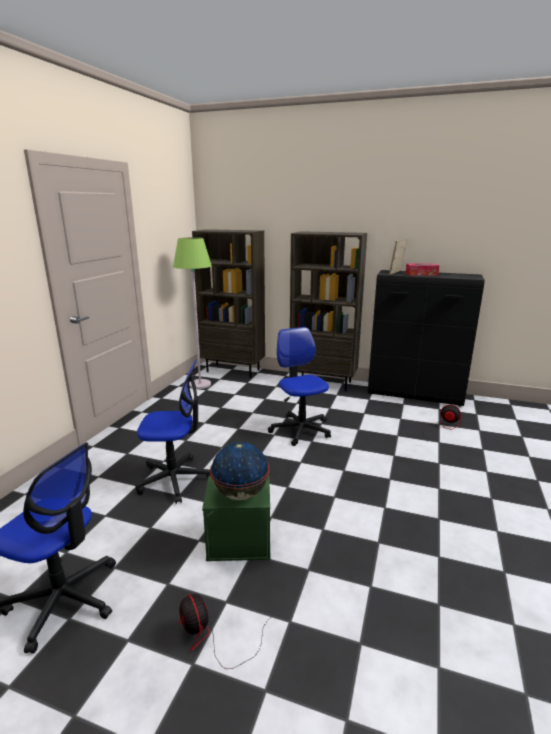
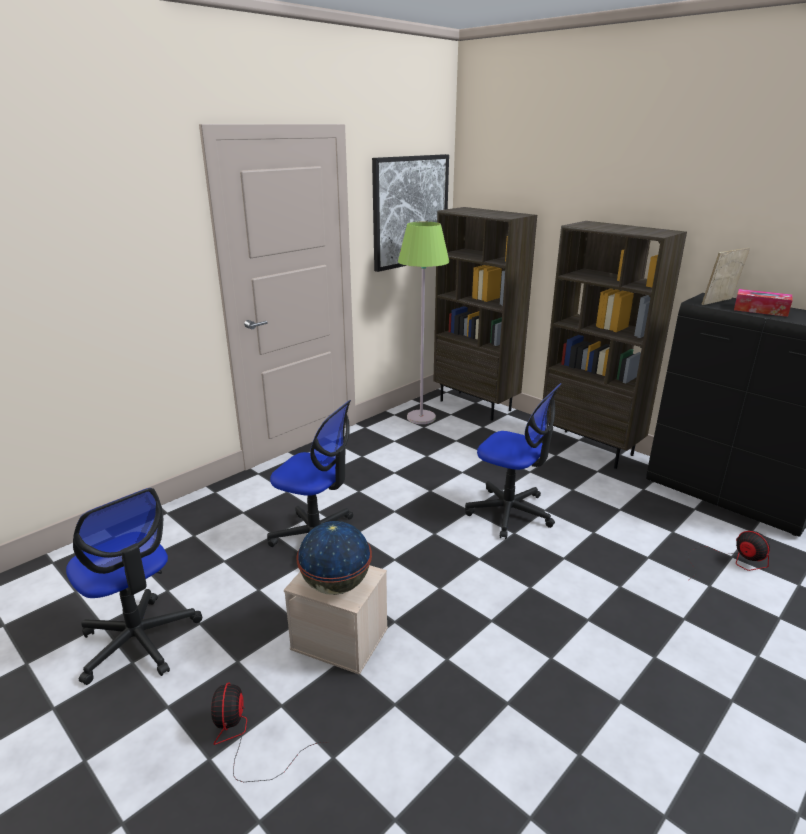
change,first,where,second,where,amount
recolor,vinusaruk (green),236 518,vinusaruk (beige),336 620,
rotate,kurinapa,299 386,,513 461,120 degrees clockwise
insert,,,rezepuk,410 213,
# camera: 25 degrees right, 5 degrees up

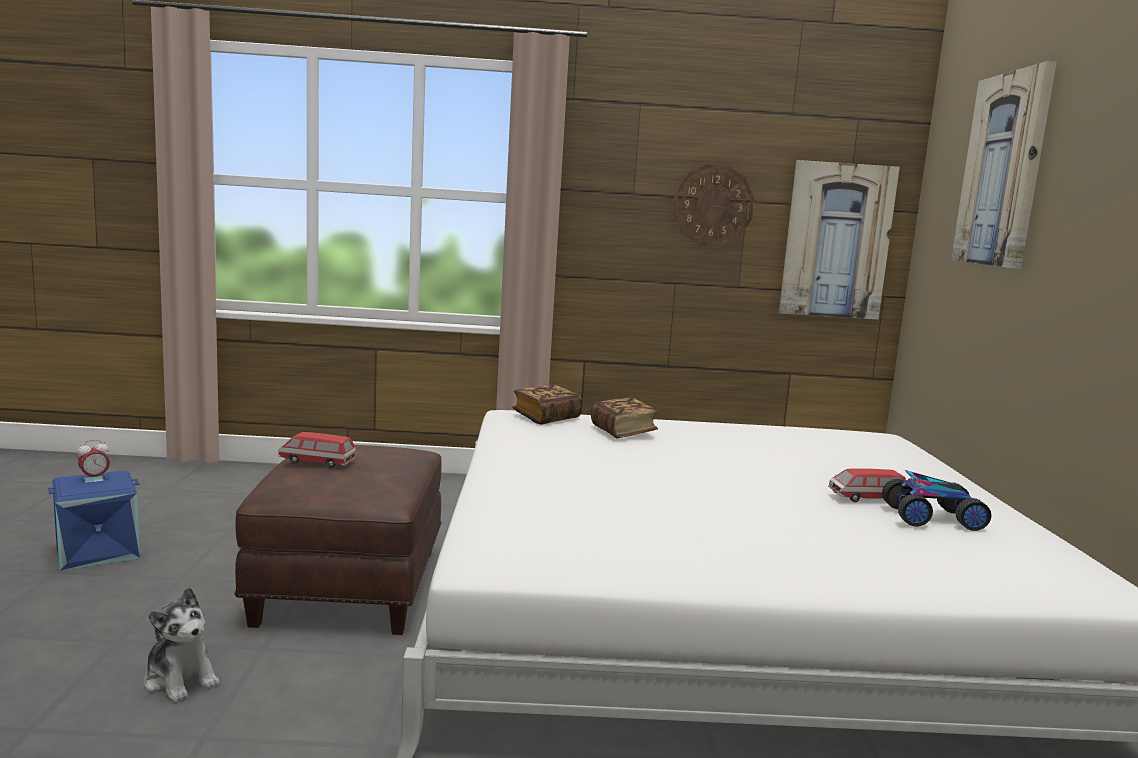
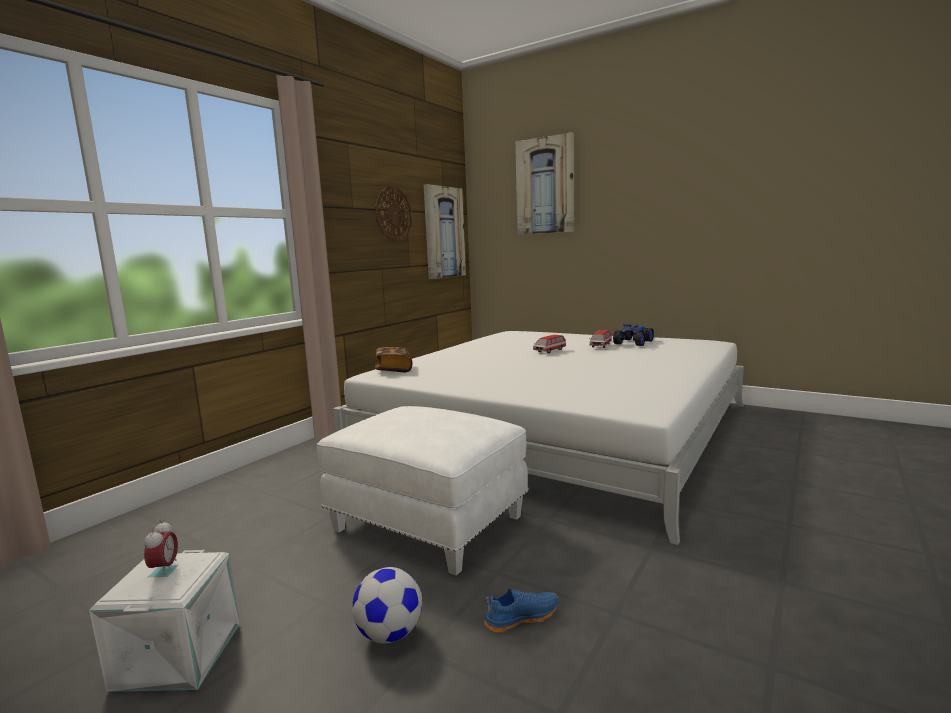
change,first,where,second,where,amount
recolor,vinusaruk (blue),94 521,vinusaruk (white),164 621,
replace,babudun,182 644,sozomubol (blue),521 610,
recolor,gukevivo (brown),338 540,gukevivo (white),423 491,
move,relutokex,317 450,,549 344,
delete,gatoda,624 417,,,
insert,,,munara,387 605,
# camera: 55 degrees left, 0 degrees up

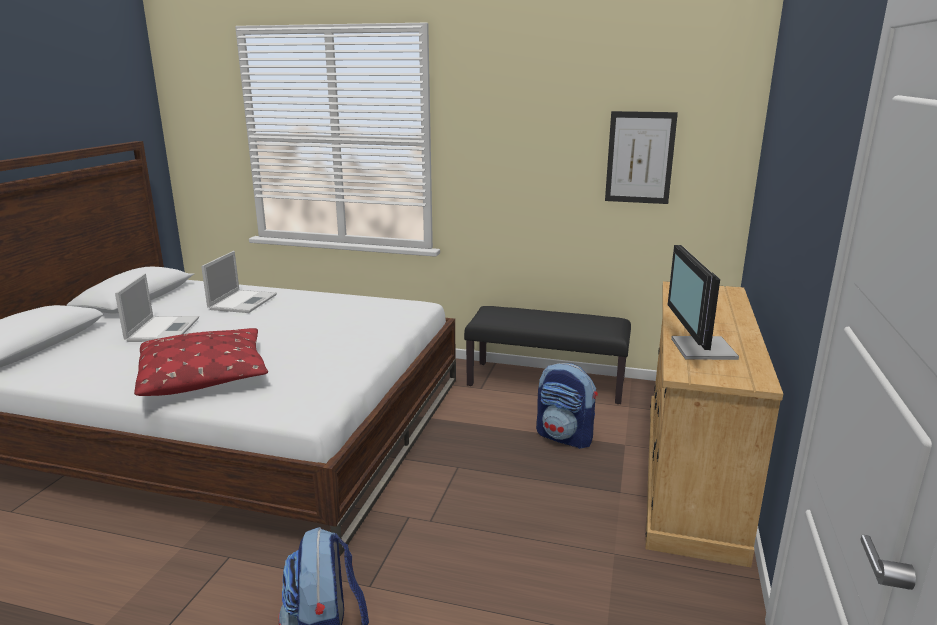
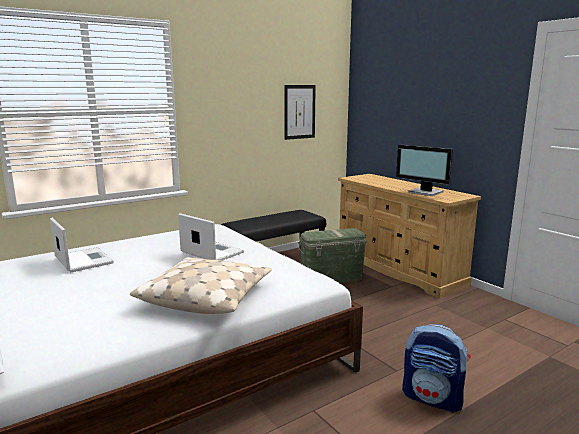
change,first,where,second,where,amount
move,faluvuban,157 307,,211 237,
recolor,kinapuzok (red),201 362,kinapuzok (beige),201 285,
replace,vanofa,567 406,vinusaruk (green),332 255,
# camera: 50 degrees left, 5 degrees down

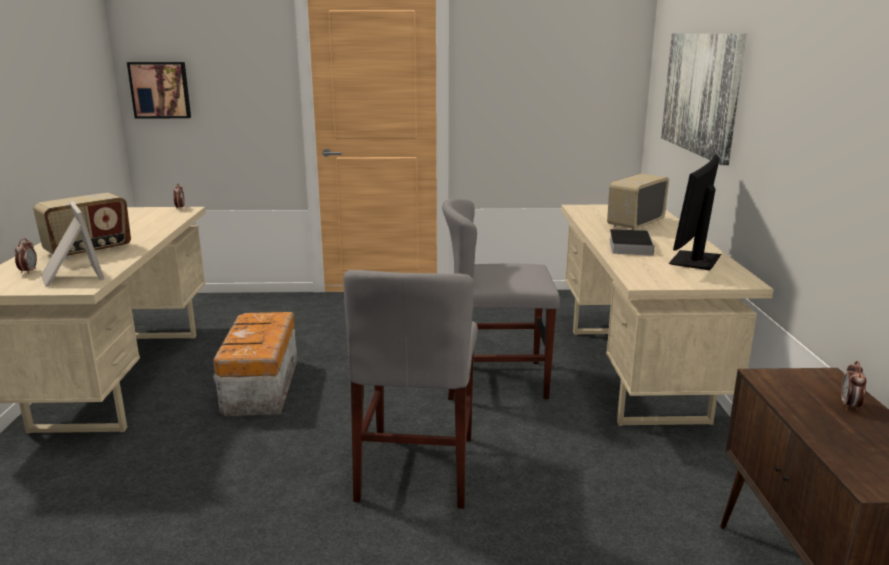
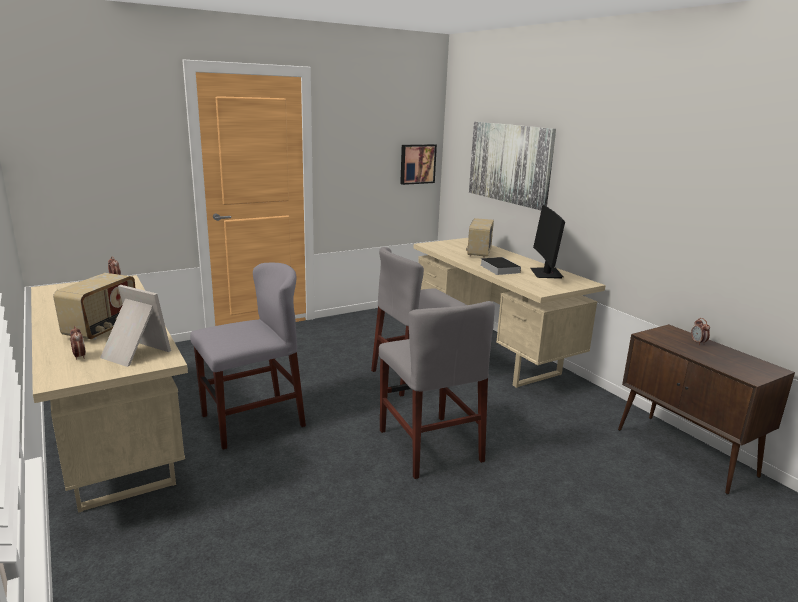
change,first,where,second,where,amount
move,rezepuk,159 90,,418 164,
replace,vinusaruk,255 364,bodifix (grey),248 356,
# camera: 30 degrees left, 0 degrees up

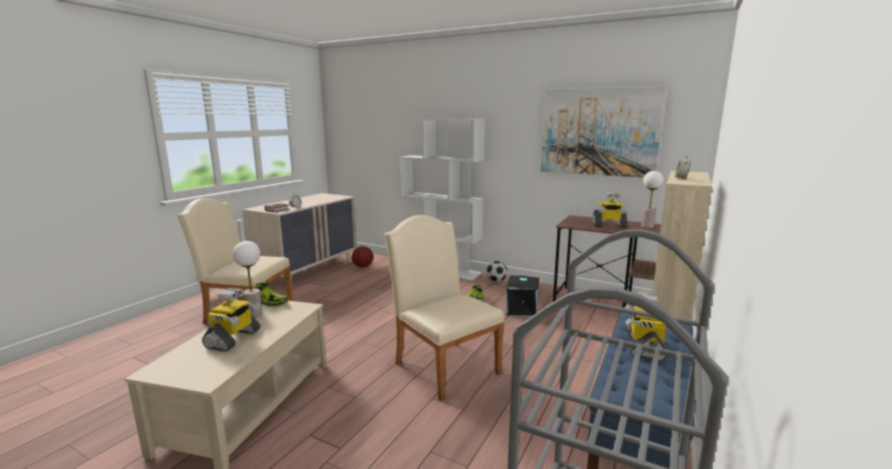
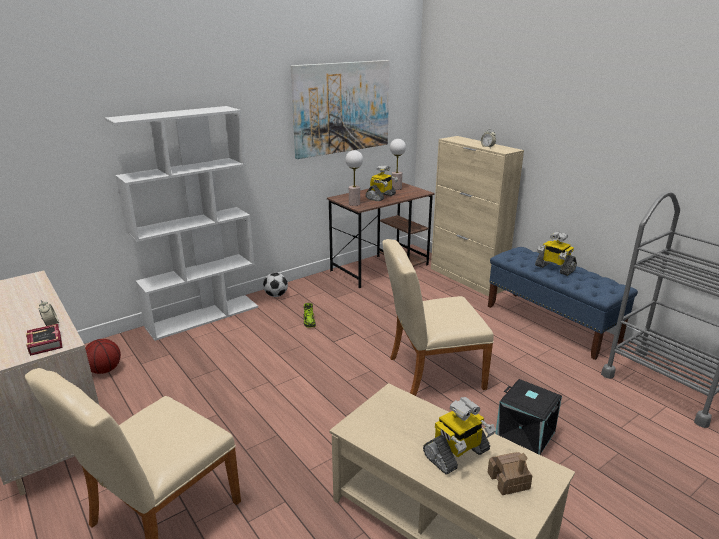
change,first,where,second,where,amount
rotate,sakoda,231 320,,459 435,105 degrees clockwise
move,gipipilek,248 279,,354 178,
delete,sozomubol,271 294,,,
move,vinusaruk (black),522 296,,528 417,
insert,,,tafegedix,510 473,
# camera: 65 degrees left, 10 degrees up

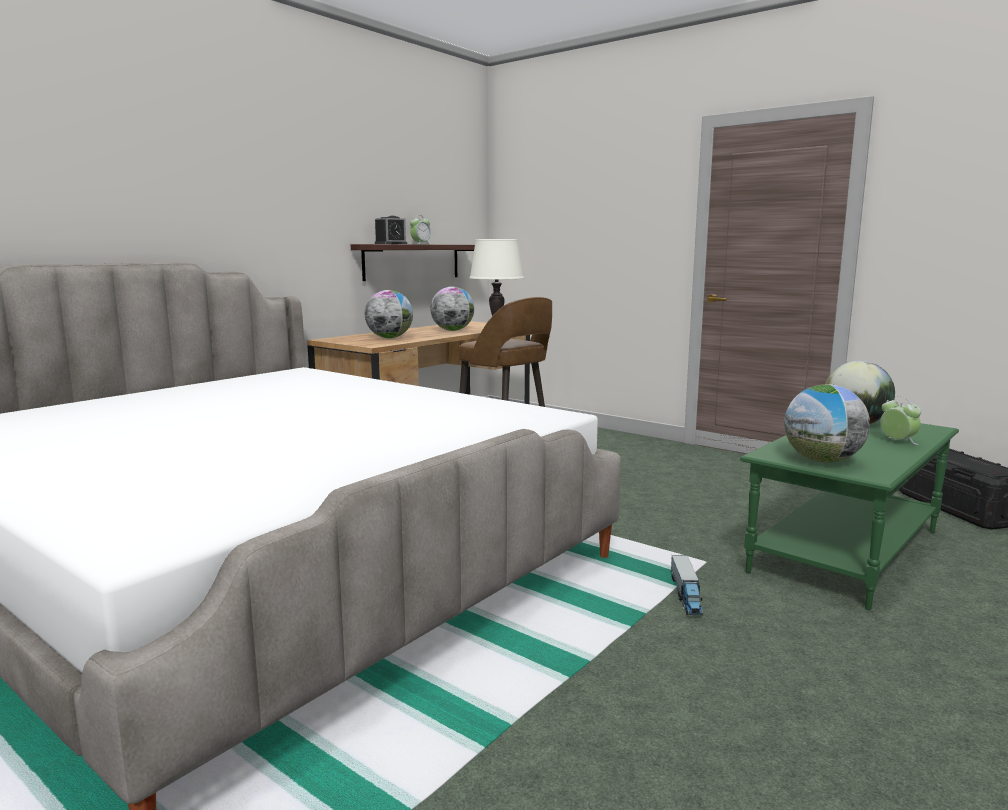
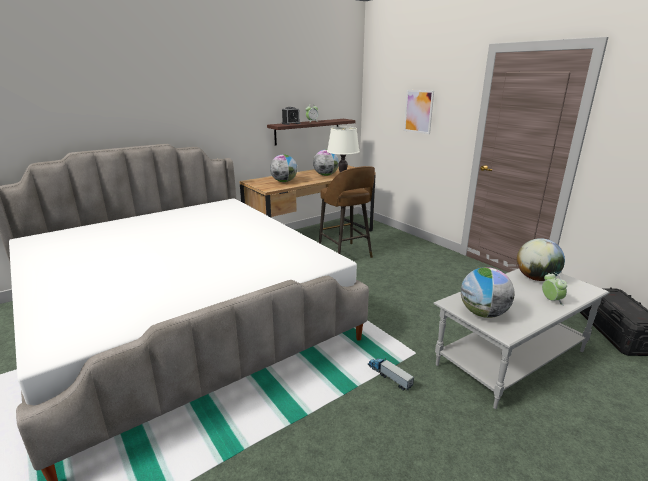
change,first,where,second,where,amount
rotate,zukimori,687 585,,390 374,120 degrees clockwise
recolor,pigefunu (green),849 514,pigefunu (grey),522 339,
insert,,,rezepuk,419 112,
# camera: 15 degrees right, 10 degrees up

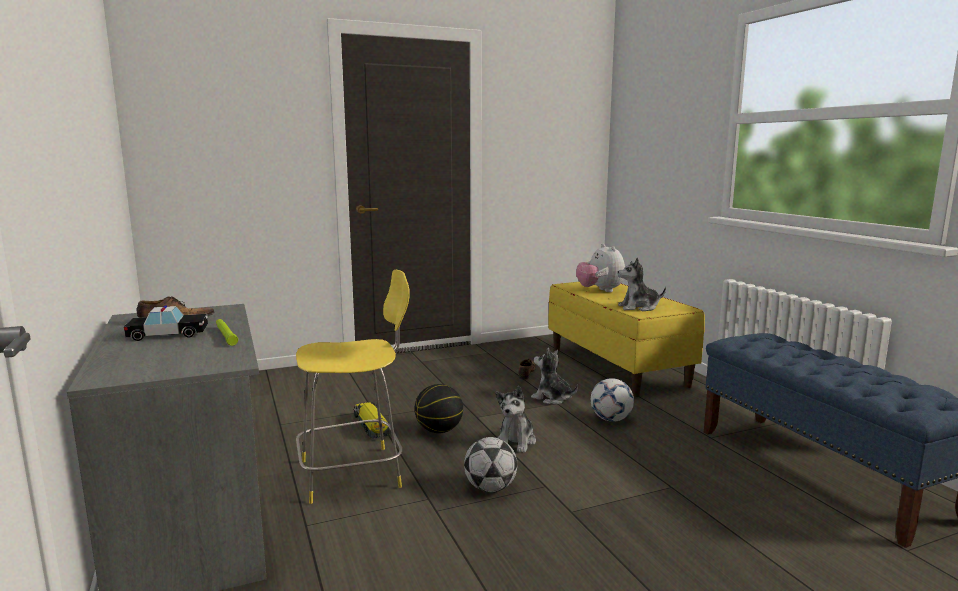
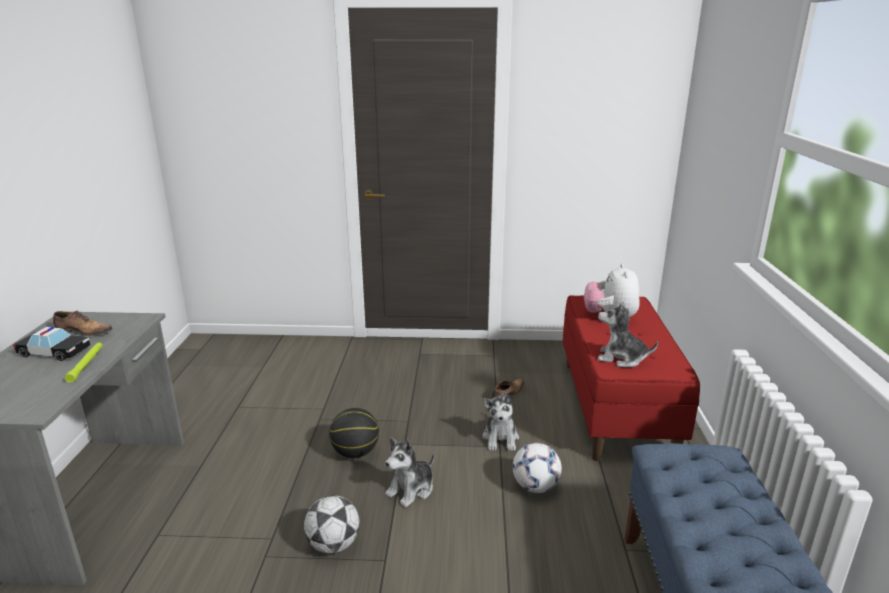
change,first,where,second,where,amount
delete,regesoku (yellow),353 387,,,
delete,zukimori,371 420,,,
rotate,babudun,554 376,,501 421,150 degrees counterclockwise
recolor,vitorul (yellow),626 339,vitorul (red),631 378,
# camera: 25 degrees right, 10 degrees up

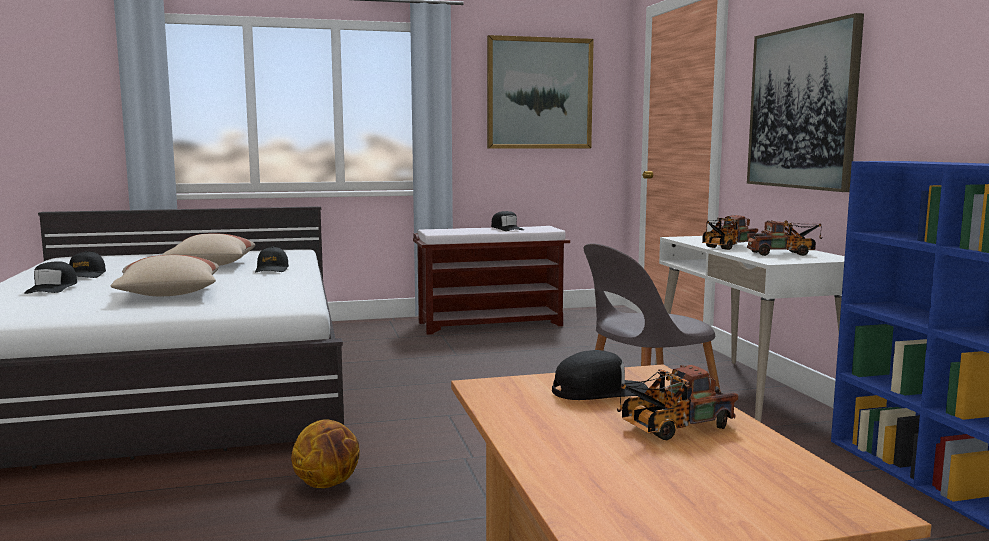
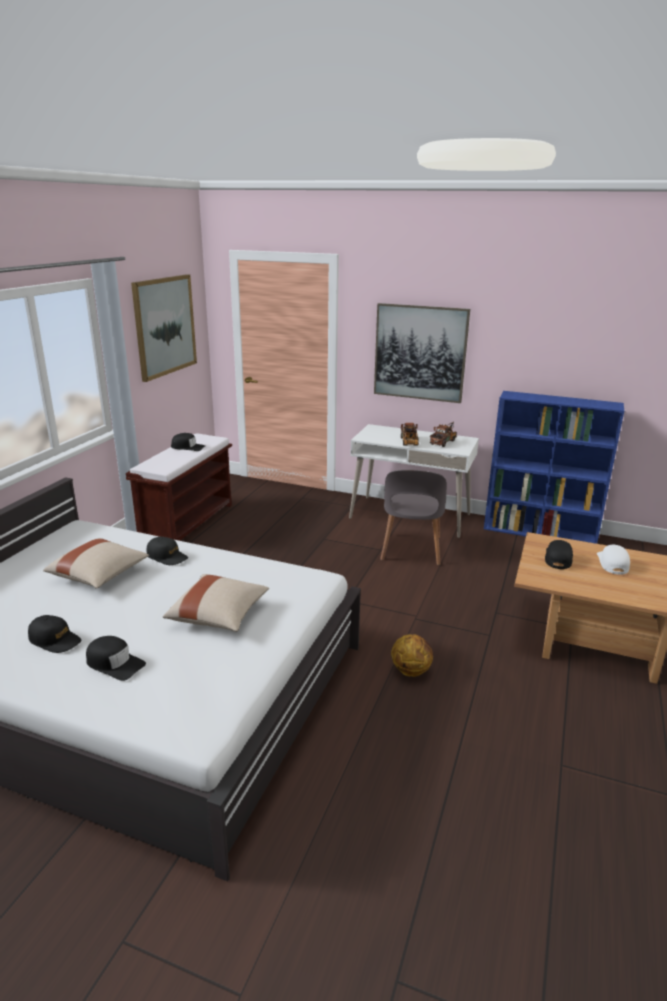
change,first,where,second,where,amount
replace,zukimori,677 402,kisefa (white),613 560,
# camera: 55 degrees left, 15 degrees up

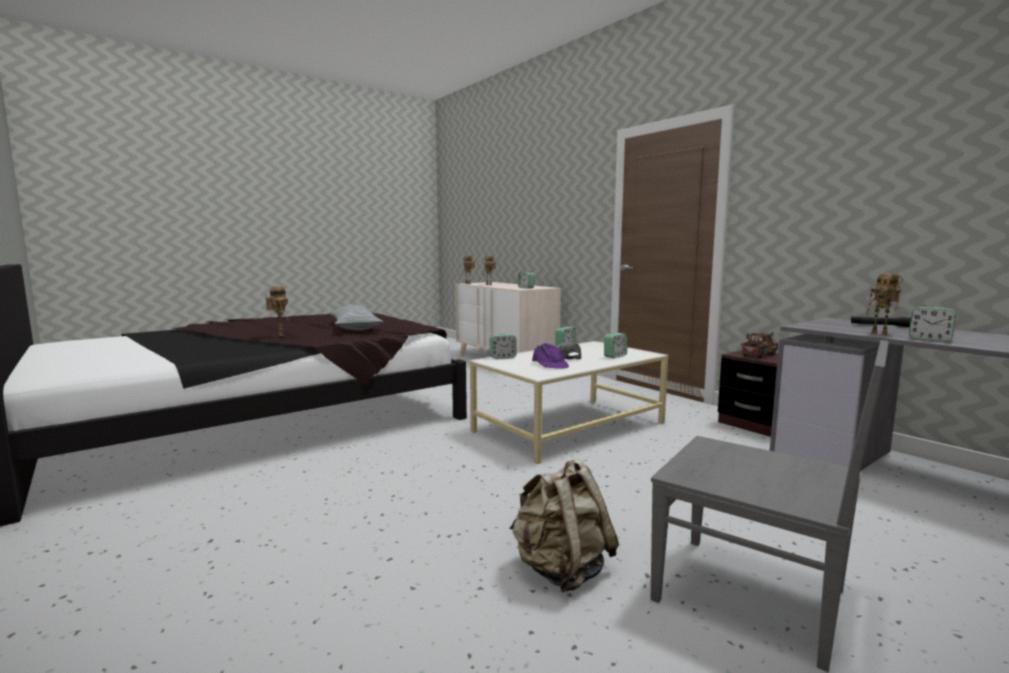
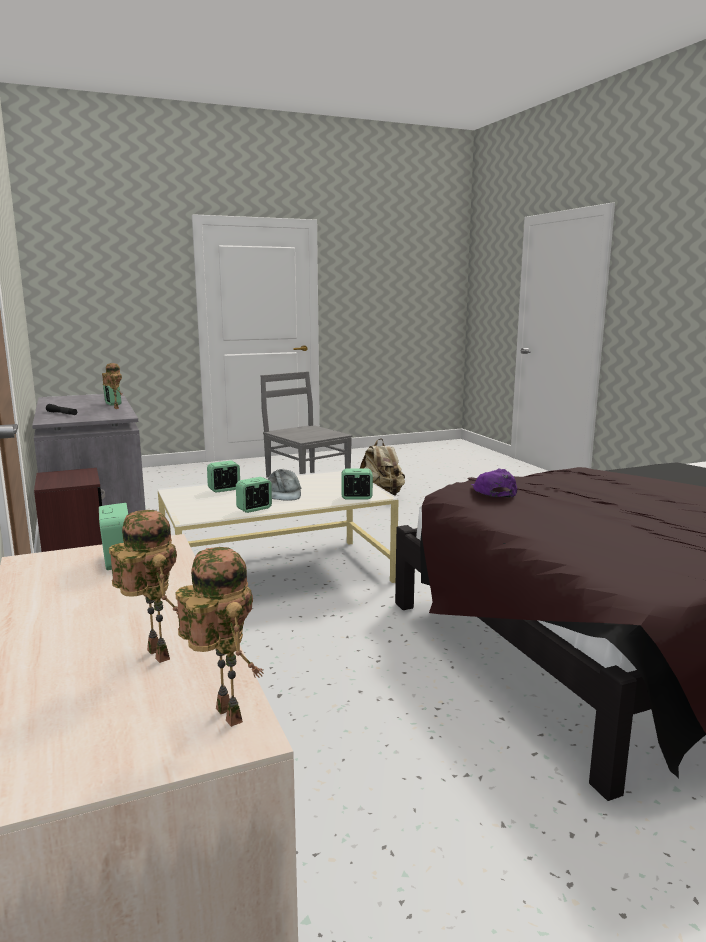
change,first,where,second,where,amount
delete,sakoda,277 311,,,
delete,kinapuzok,356 317,,,
move,kisefa (purple),550 356,,494 483,
delete,zukimori,759 345,,,
# camera: 165 degrees left, 5 degrees up

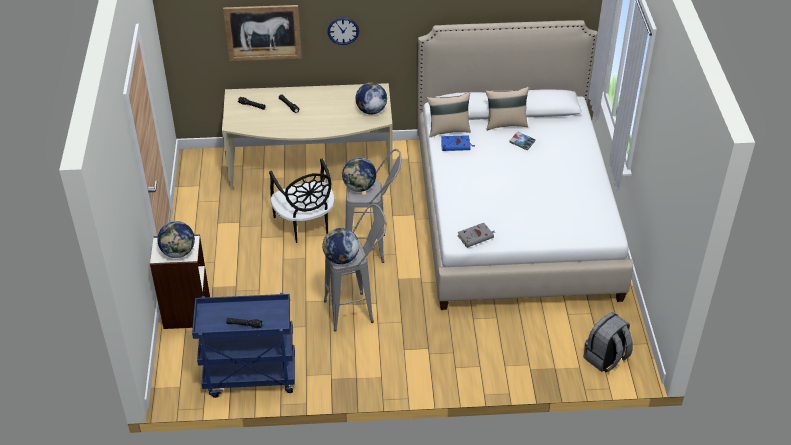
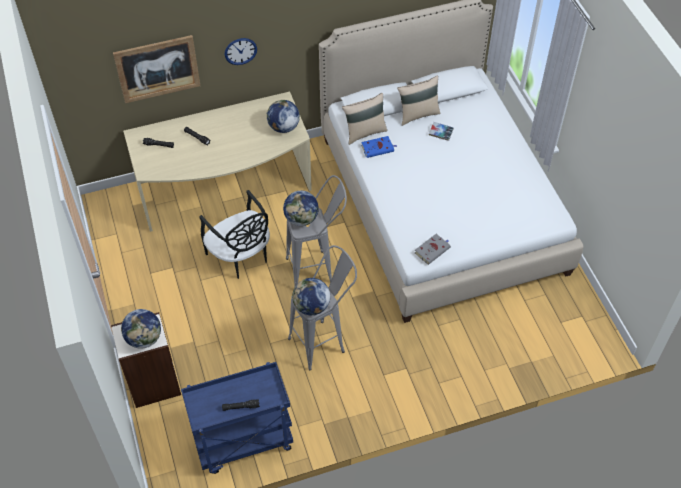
change,first,where,second,where,amount
delete,vanofa (grey),608 342,,,
# camera: 15 degrees left, 10 degrees up

